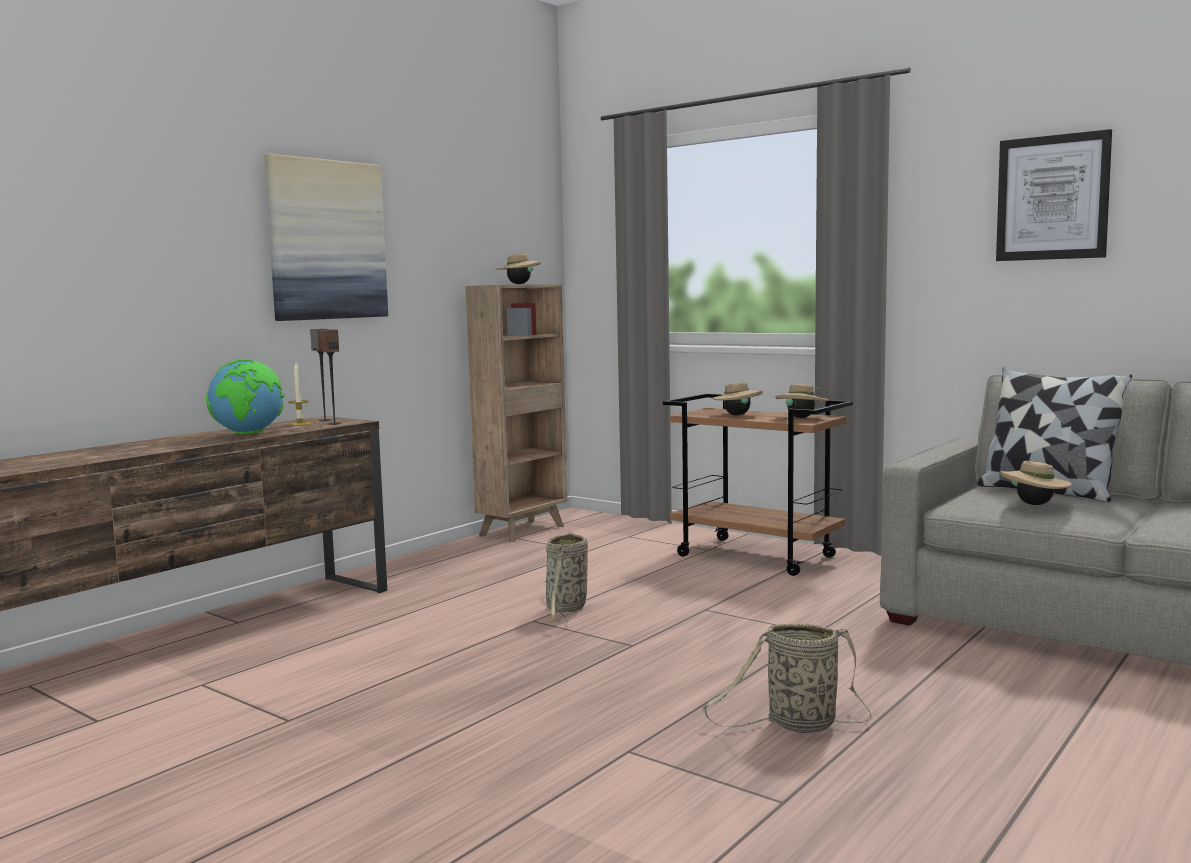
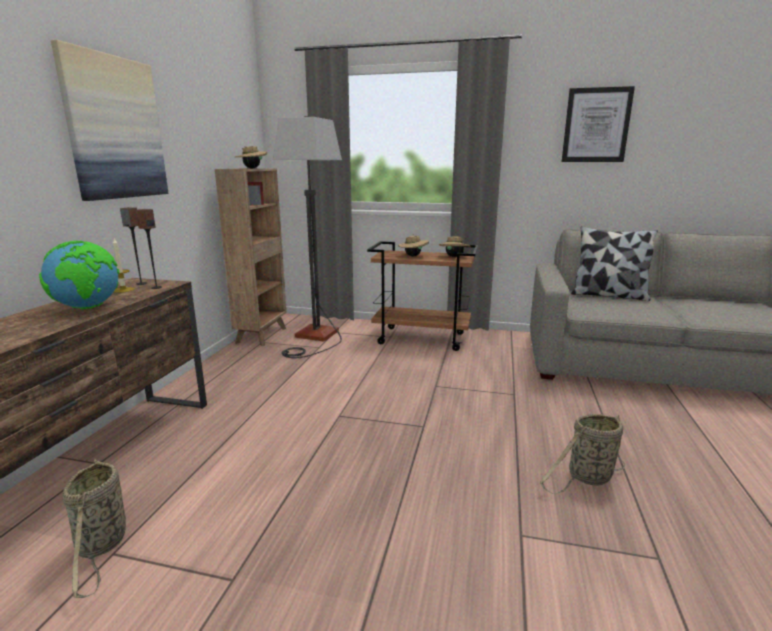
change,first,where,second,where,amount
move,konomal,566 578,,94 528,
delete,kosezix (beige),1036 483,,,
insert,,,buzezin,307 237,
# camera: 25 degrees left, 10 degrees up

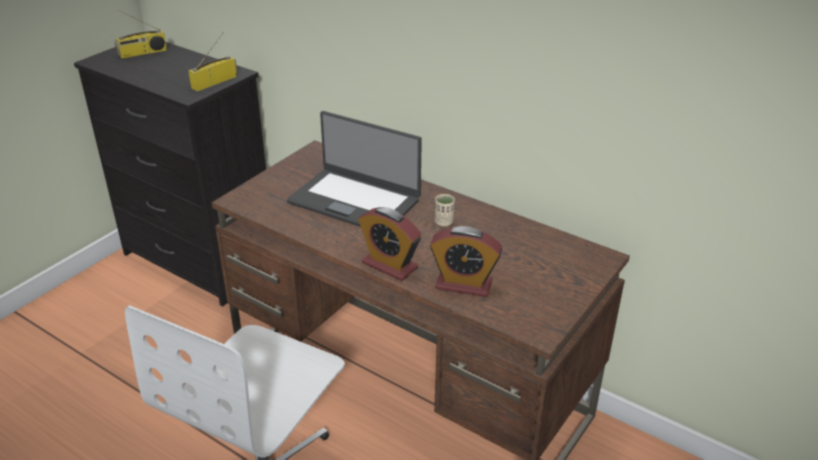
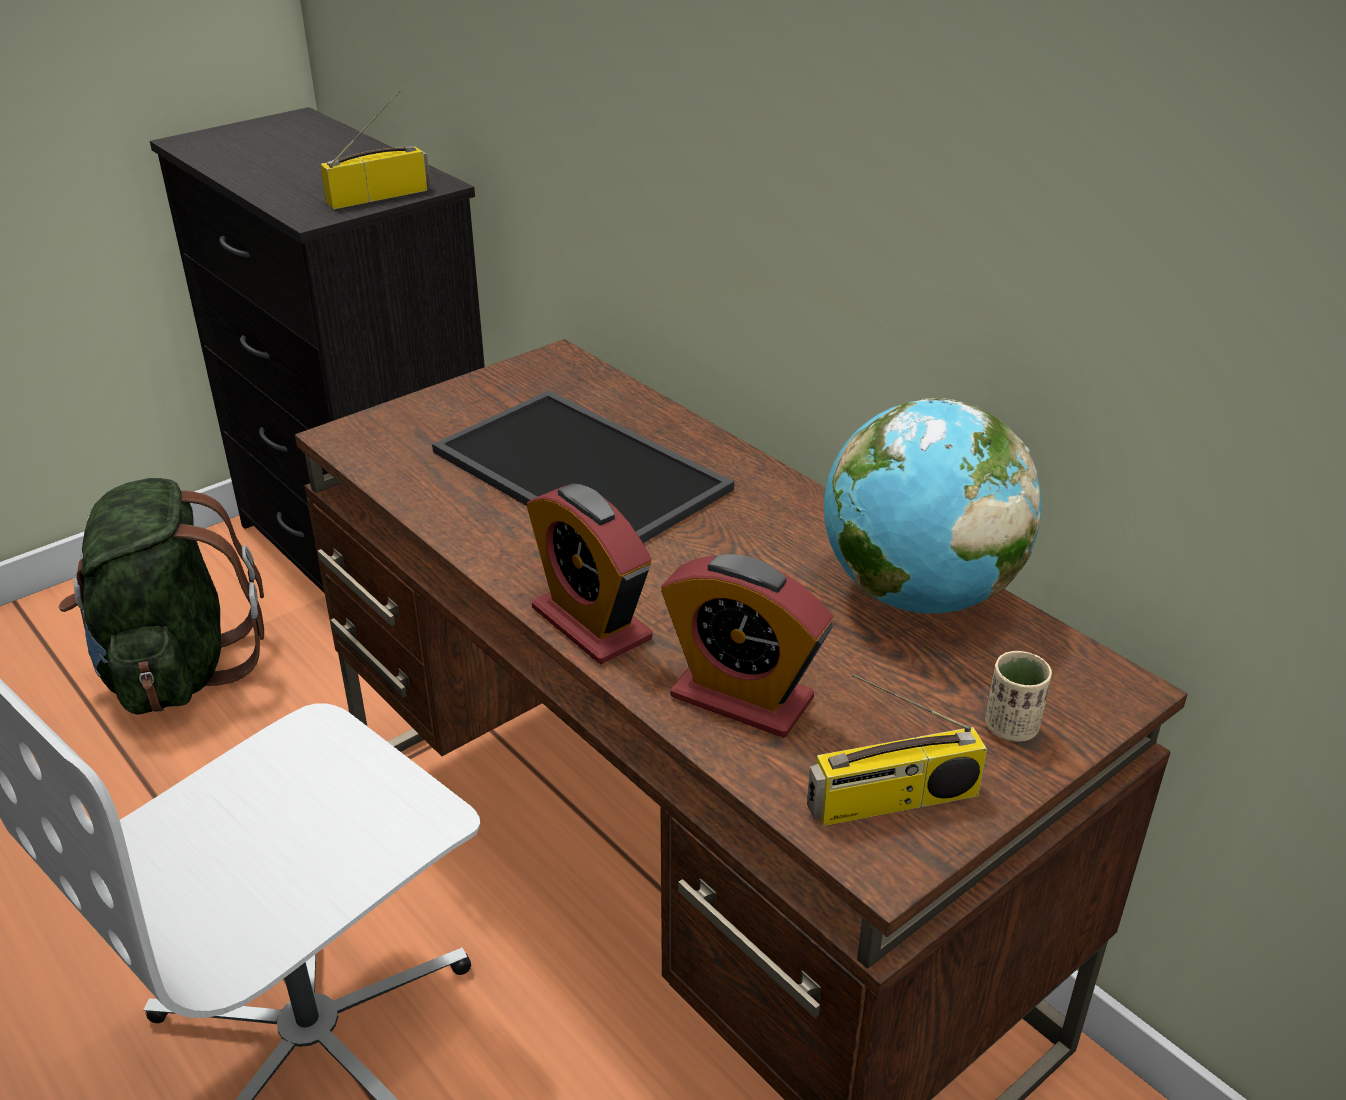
change,first,where,second,where,amount
move,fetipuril,140 34,,897 750,
replace,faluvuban,354 169,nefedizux,583 466,
move,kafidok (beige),445 210,,1018 696,
insert,,,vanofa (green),161 596,
insert,,,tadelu,933 506,
# camera: 15 degrees right, 0 degrees up

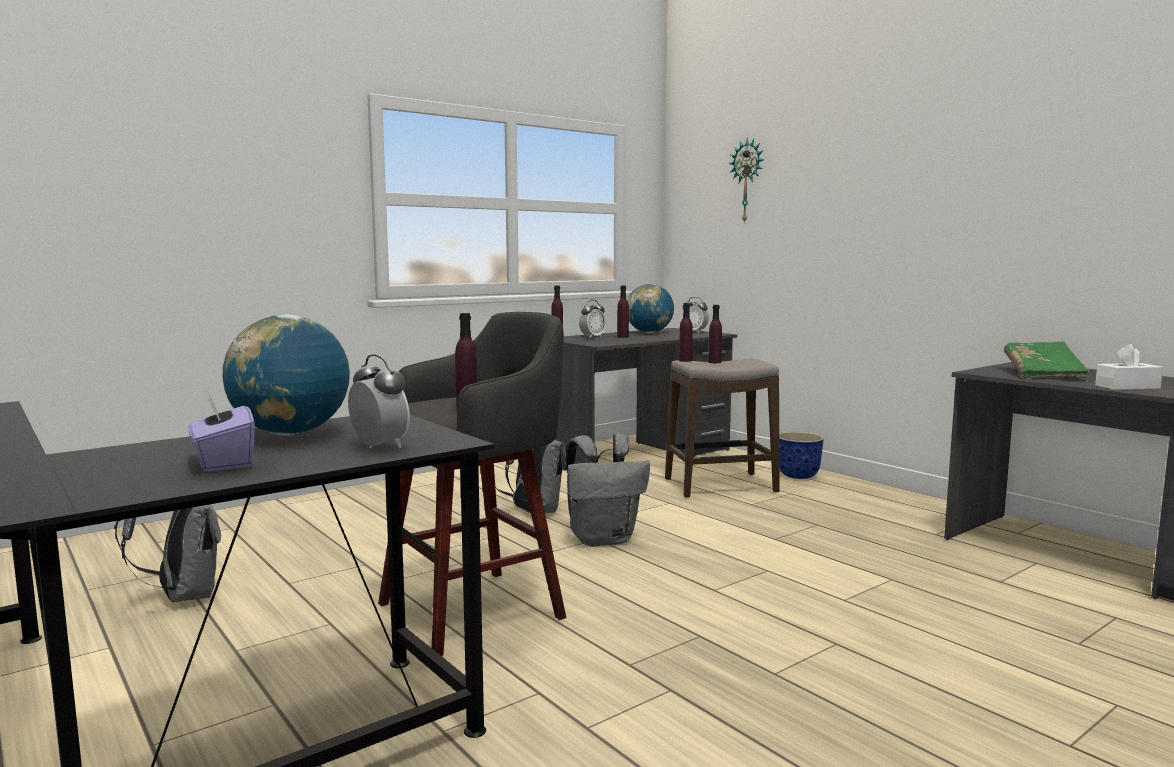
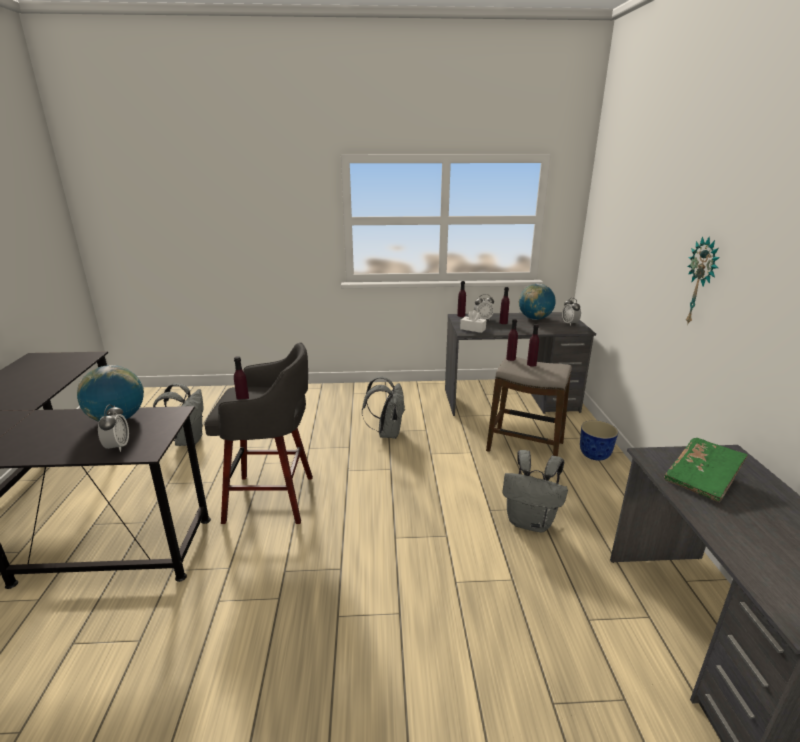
change,first,where,second,where,amount
delete,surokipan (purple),221 433,,,
move,vanofa (grey),608 490,,535 491,
move,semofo,747 181,,703 280,
move,surokipan (white),1129 367,,473 321,
# camera: 35 degrees right, 15 degrees up

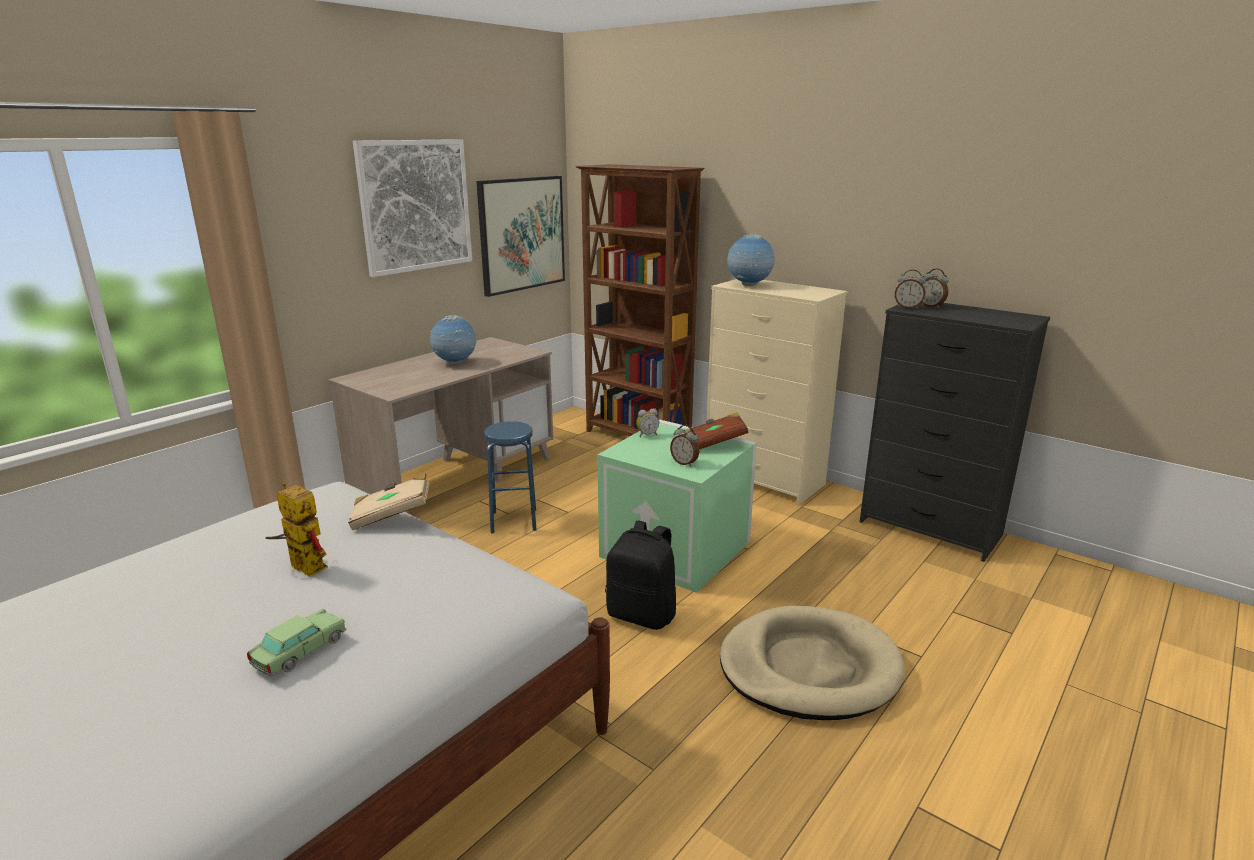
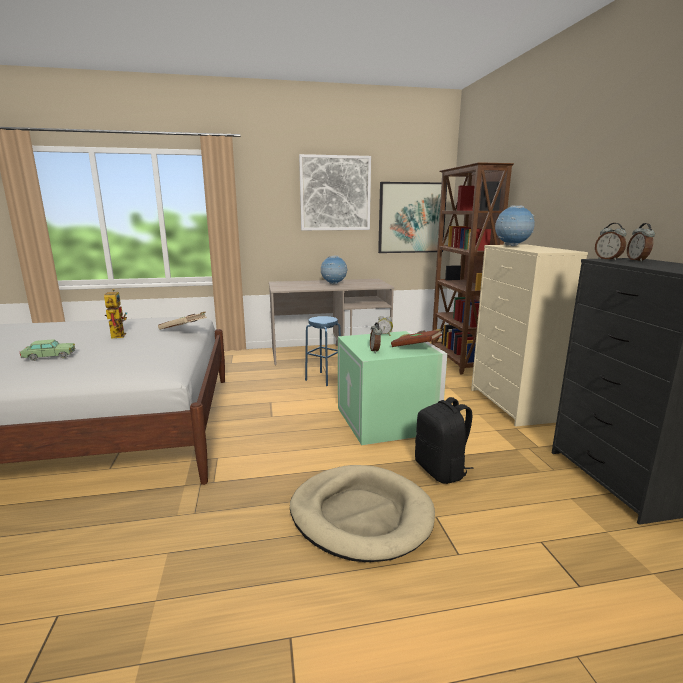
change,first,where,second,where,amount
move,vanofa (black),641 575,,444 440,
# camera: 40 degrees right, 5 degrees down

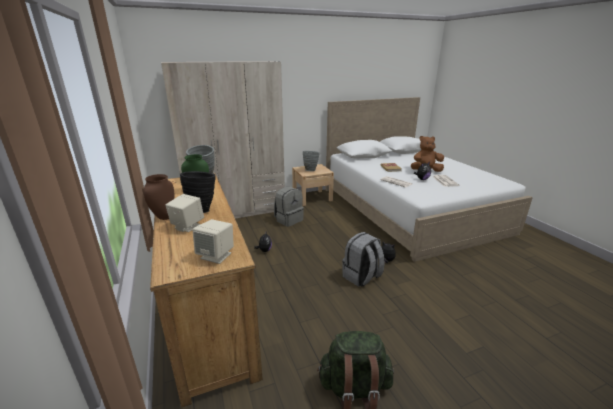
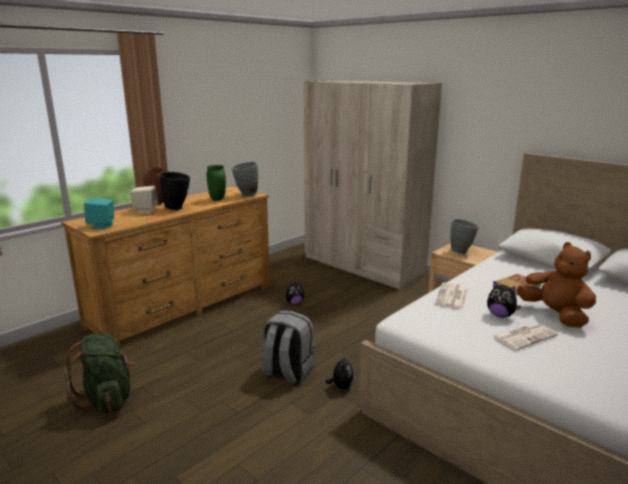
change,first,where,second,where,amount
recolor,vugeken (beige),213 241,vugeken (turquoise),99 213,
delete,vanofa (grey),289 206,,,
# camera: 65 degrees right, 5 degrees down

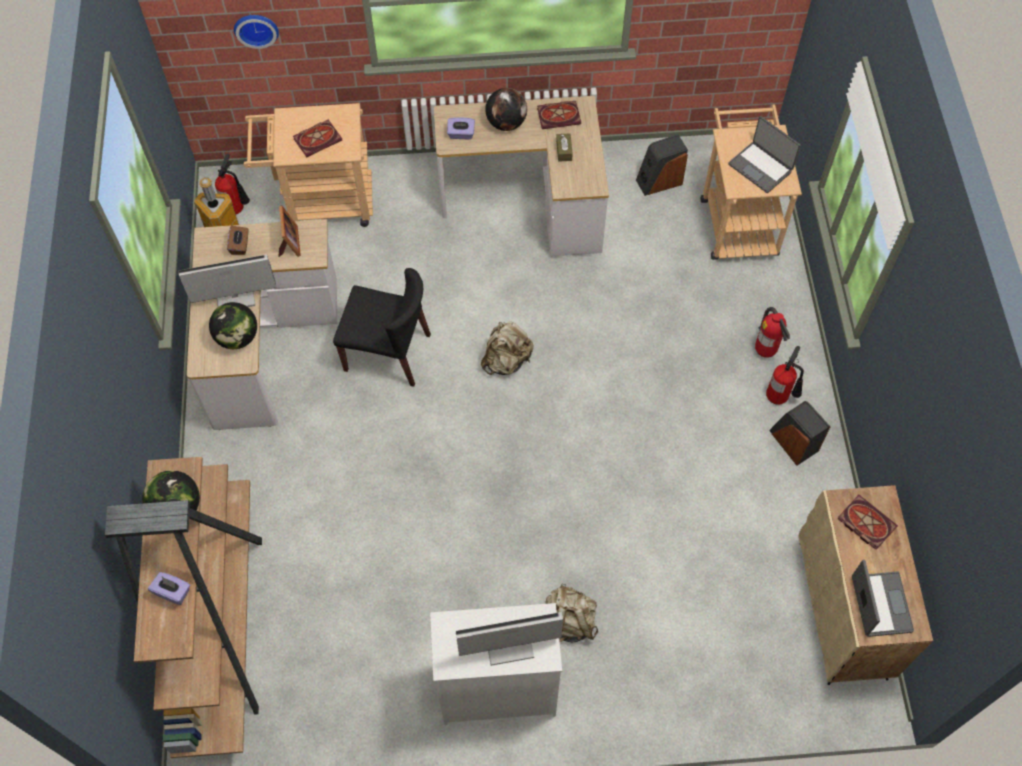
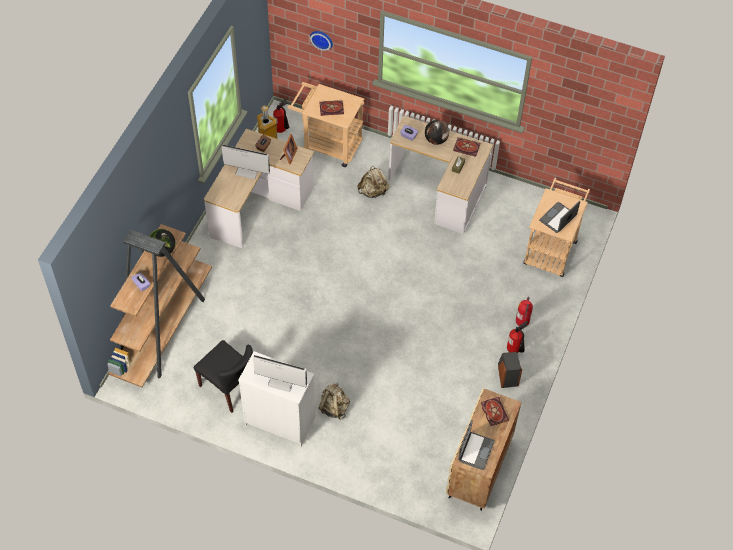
change,first,where,second,where,amount
delete,tadelu,233 325,,,
move,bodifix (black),382 327,,223 376,
move,vanofa (beige),507 348,,373 182,
delete,vugeken,662 165,,,
rotate,faluvuban,764 154,,559 217,60 degrees clockwise
# camera: 25 degrees right, 5 degrees down

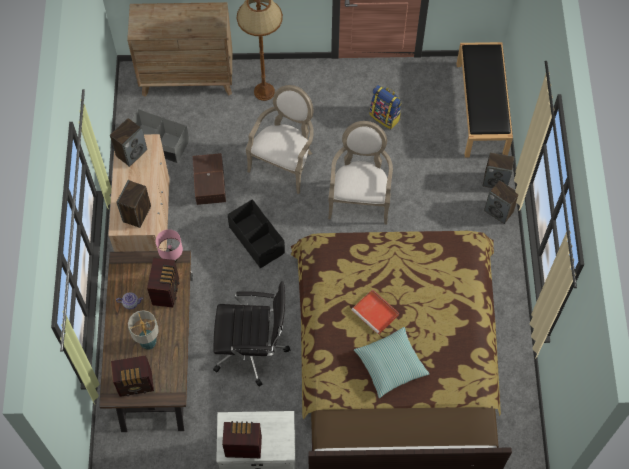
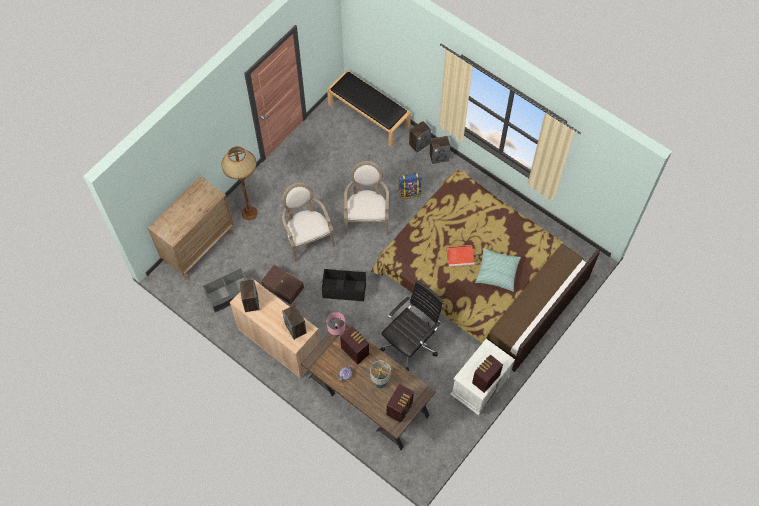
change,first,where,second,where,amount
rotate,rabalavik,360 173,,366 198,45 degrees clockwise
move,vanofa,385 107,,410 185,
# camera: 50 degrees left, 0 degrees up

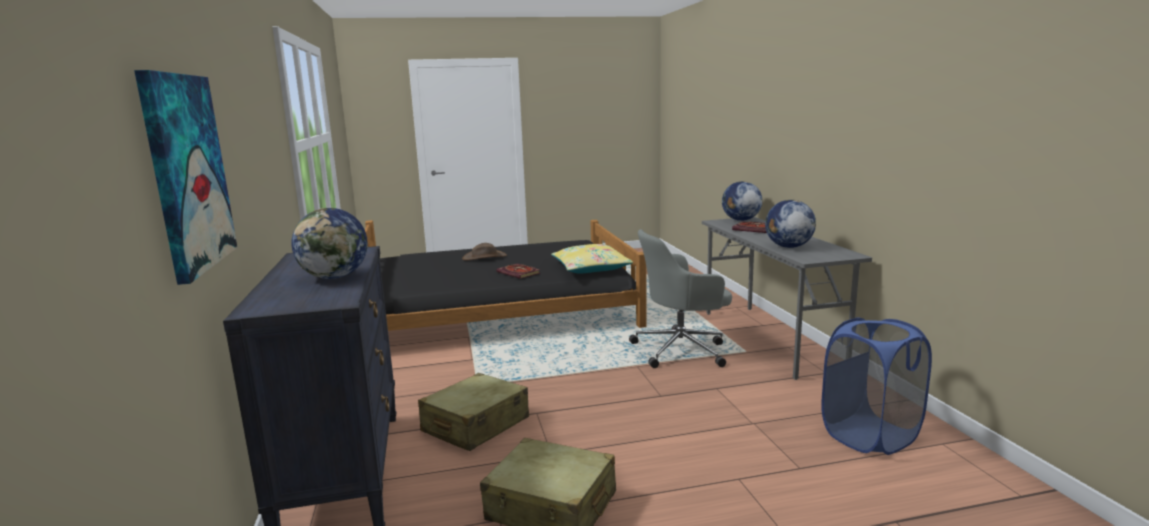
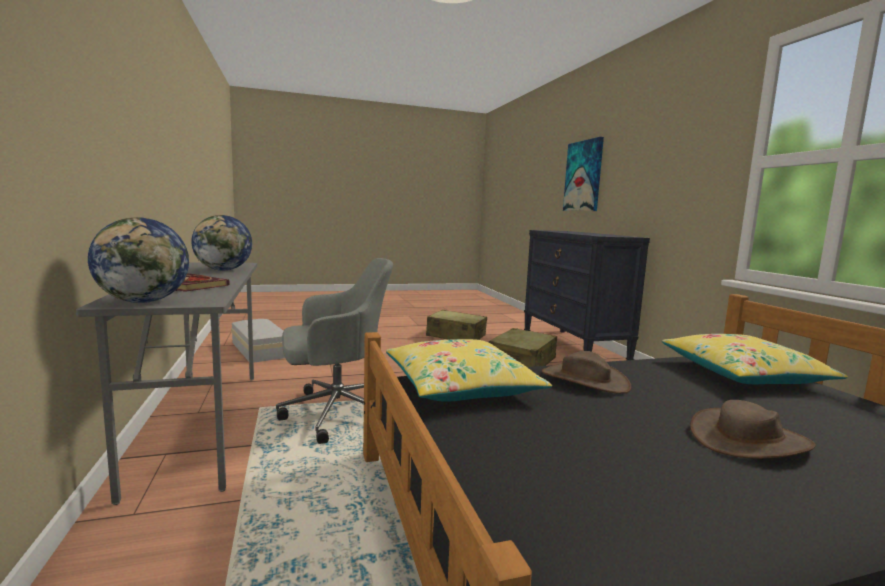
change,first,where,second,where,amount
delete,tadelu,330 243,,,
replace,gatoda,518 271,kosezix (brown),586 372,
replace,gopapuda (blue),876 386,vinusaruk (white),258 340,
insert,,,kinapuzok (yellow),755 359,
# camera: 175 degrees right, 5 degrees down

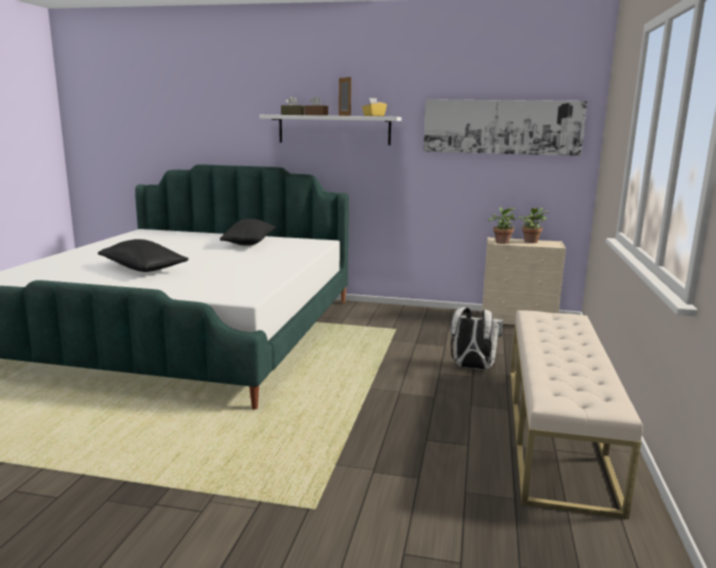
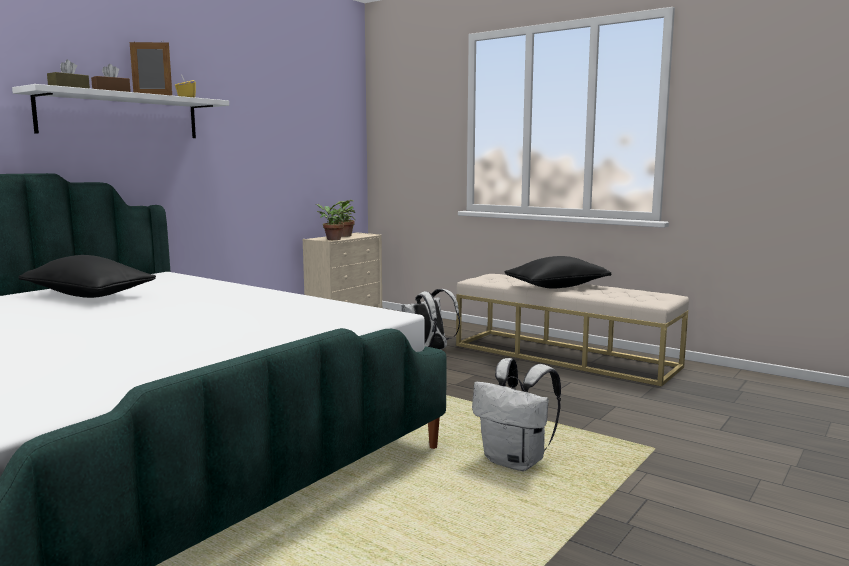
change,first,where,second,where,amount
move,kinapuzok (black),143 255,,558 272,
delete,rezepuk,505 127,,,
insert,,,vanofa (white),516 414,
# camera: 65 degrees left, 5 degrees down

